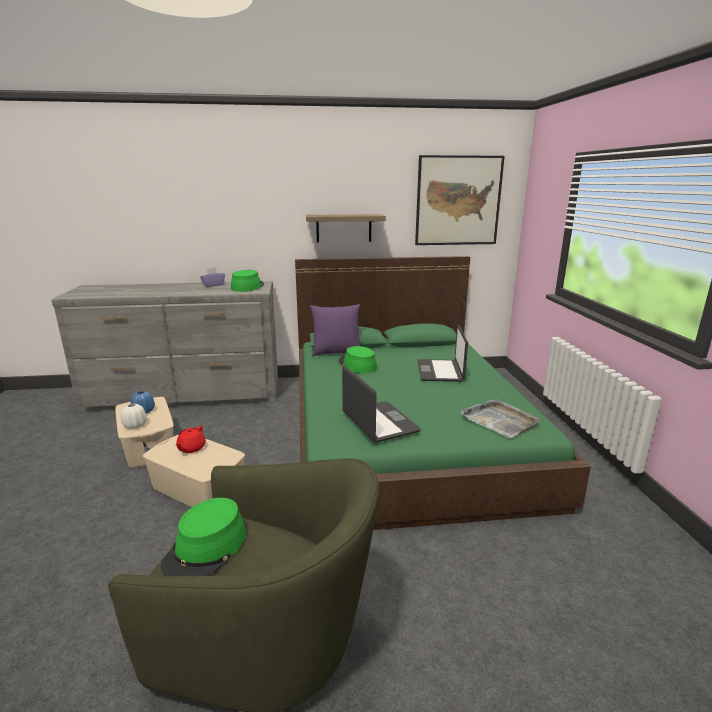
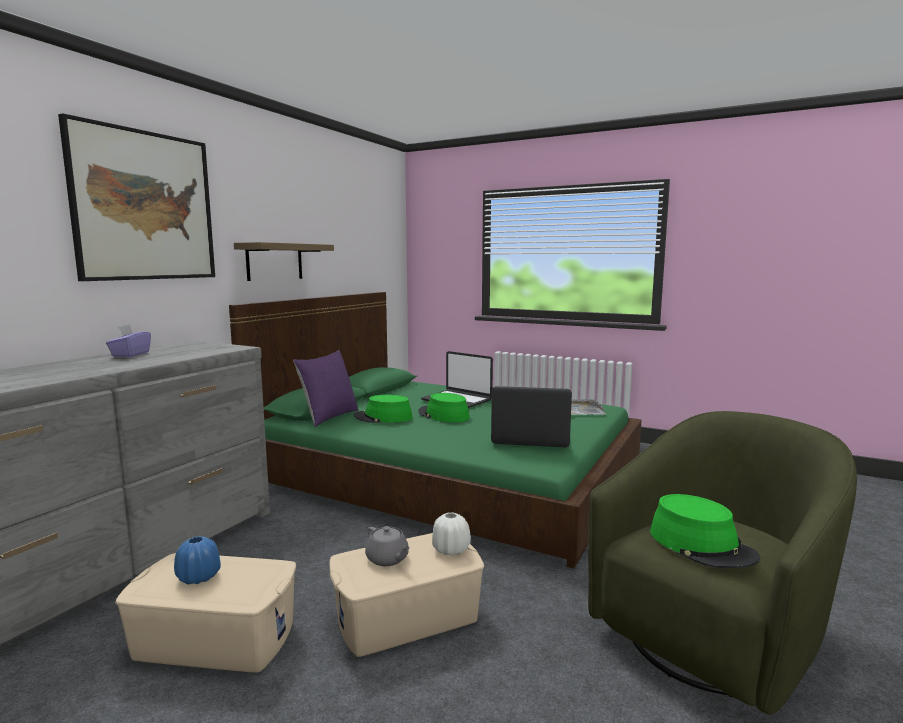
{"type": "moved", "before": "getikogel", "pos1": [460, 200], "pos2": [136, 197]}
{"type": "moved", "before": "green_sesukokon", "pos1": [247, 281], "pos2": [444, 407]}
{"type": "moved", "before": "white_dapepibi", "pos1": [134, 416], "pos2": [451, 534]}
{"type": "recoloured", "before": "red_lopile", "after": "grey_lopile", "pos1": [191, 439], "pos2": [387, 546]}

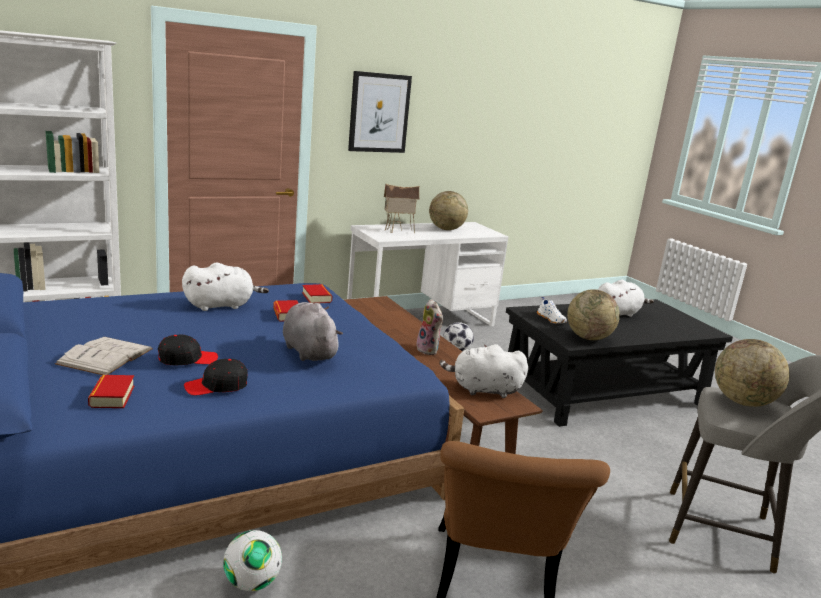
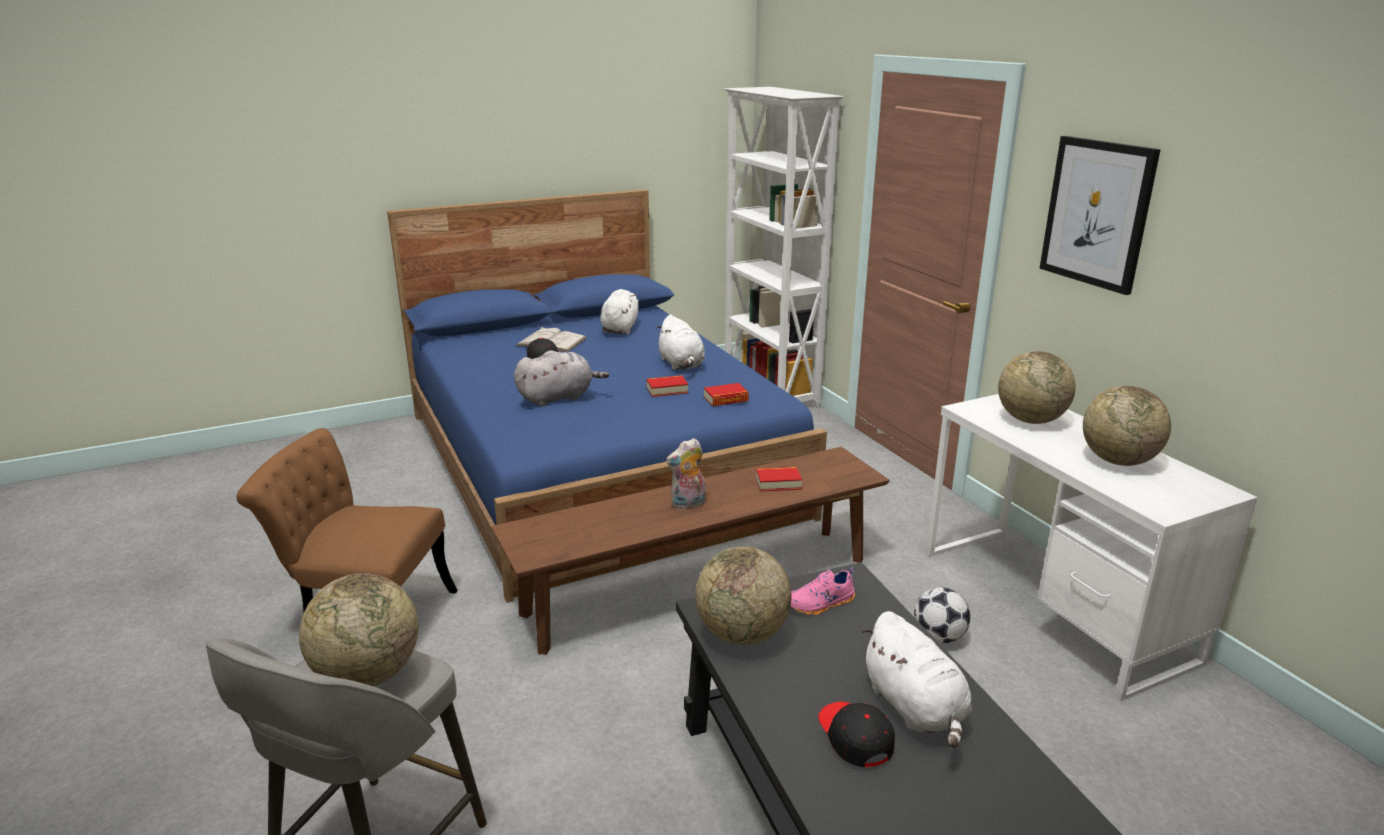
{"type": "replaced", "before": "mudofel", "after": "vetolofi", "pos1": [401, 208], "pos2": [1037, 387]}
{"type": "recoloured", "before": "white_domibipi", "after": "pink_domibipi", "pos1": [552, 310], "pos2": [822, 591]}
{"type": "moved", "before": "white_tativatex", "pos1": [484, 371], "pos2": [619, 312]}
{"type": "moved", "before": "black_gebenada", "pos1": [216, 377], "pos2": [856, 734]}
{"type": "moved", "before": "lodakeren", "pos1": [111, 391], "pos2": [779, 479]}
{"type": "removed", "before": "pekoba", "pos1": [252, 560]}

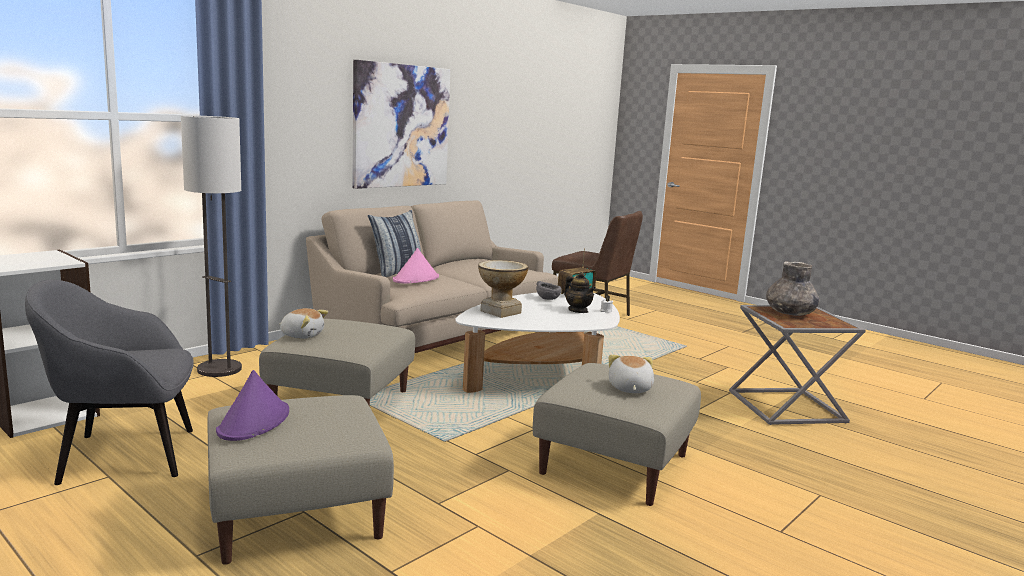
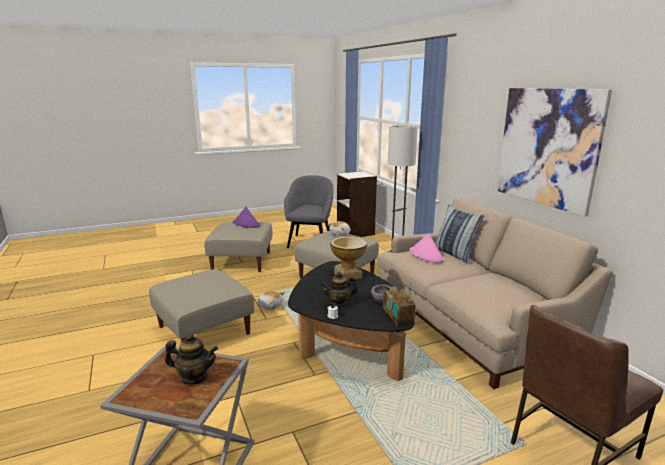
{"type": "replaced", "before": "grey_dapepibi", "after": "lopile", "pos1": [792, 288], "pos2": [191, 359]}
{"type": "recoloured", "before": "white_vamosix", "after": "black_vamosix", "pos1": [537, 343], "pos2": [351, 321]}
{"type": "moved", "before": "tativatex", "pos1": [631, 374], "pos2": [271, 300]}

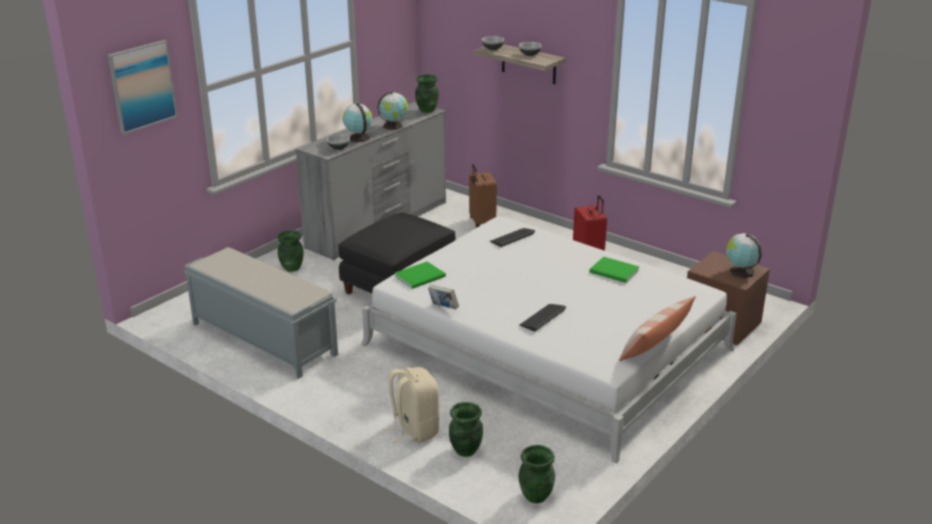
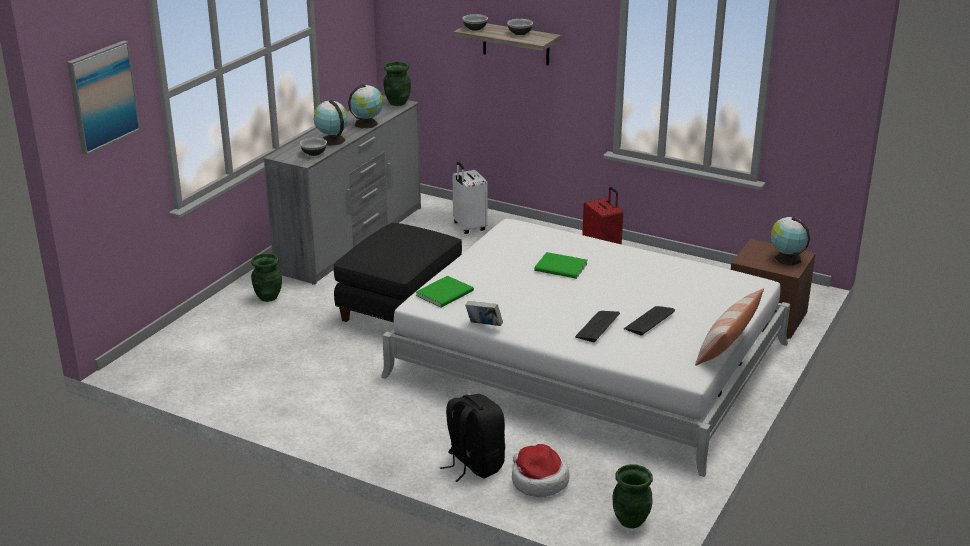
{"type": "recoloured", "before": "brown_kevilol", "after": "white_kevilol", "pos1": [483, 195], "pos2": [470, 198]}
{"type": "moved", "before": "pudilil", "pos1": [512, 237], "pos2": [649, 321]}
{"type": "removed", "before": "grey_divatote", "pos1": [260, 313]}
{"type": "moved", "before": "green_lodakeren", "pos1": [614, 270], "pos2": [561, 265]}
{"type": "recoloured", "before": "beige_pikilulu", "after": "black_pikilulu", "pos1": [411, 405], "pos2": [472, 438]}
{"type": "replaced", "before": "green_dapepibi", "after": "sesukokon", "pos1": [466, 429], "pos2": [540, 470]}

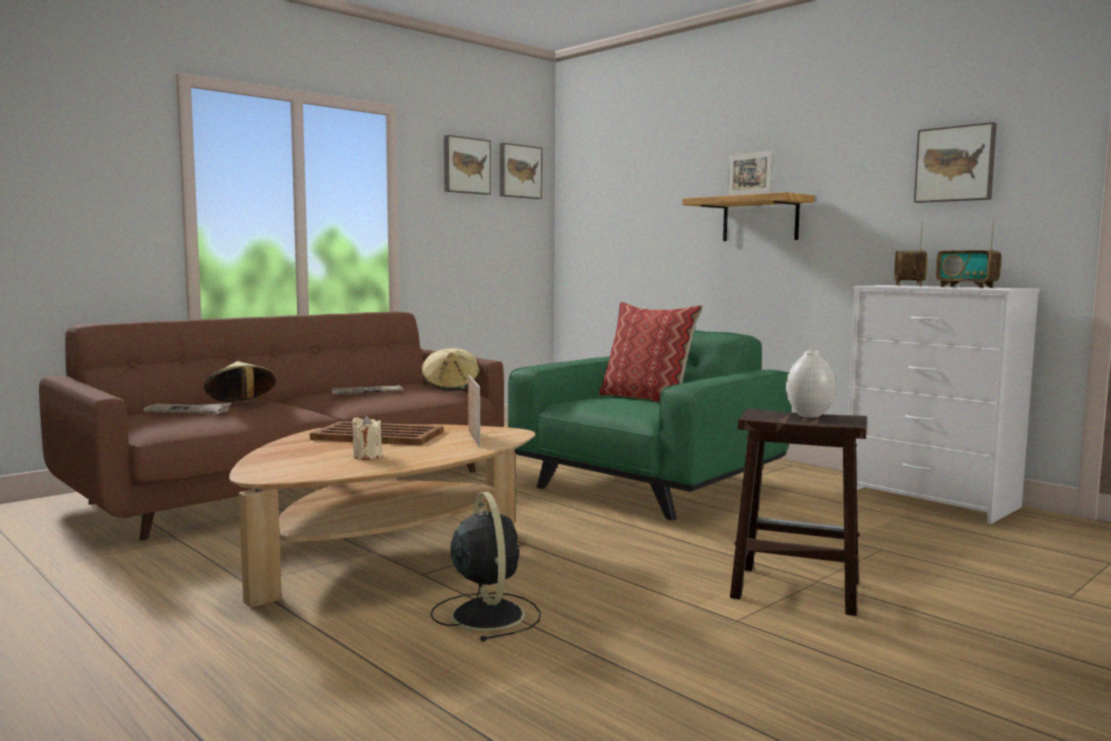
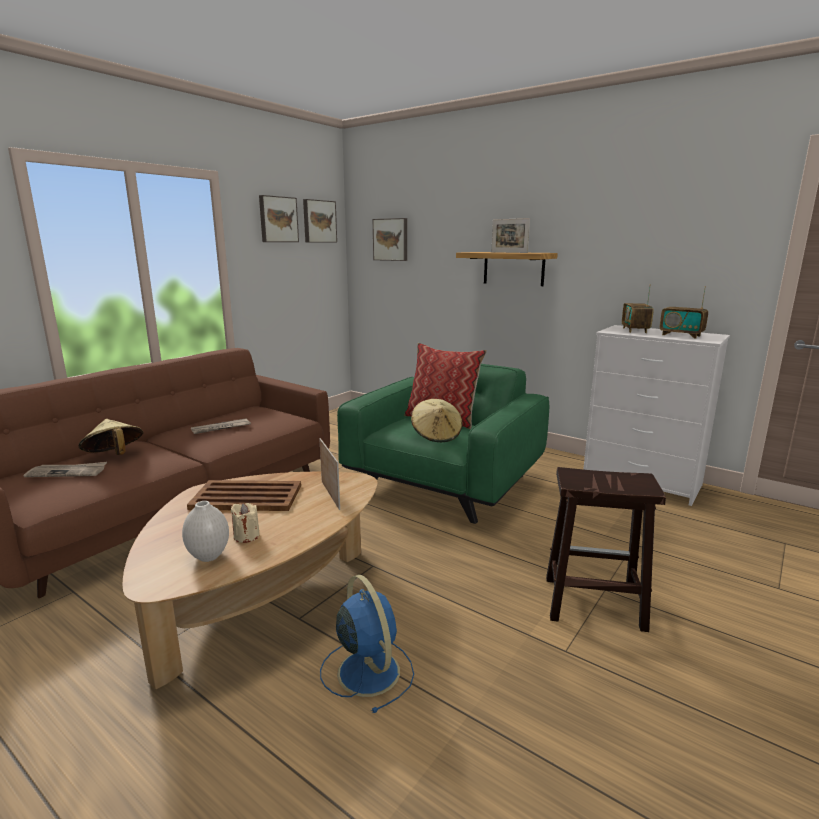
{"type": "moved", "before": "getikogel", "pos1": [955, 162], "pos2": [390, 239]}
{"type": "moved", "before": "beige_sesukokon", "pos1": [450, 369], "pos2": [437, 420]}
{"type": "moved", "before": "white_dapepibi", "pos1": [811, 384], "pos2": [205, 531]}
{"type": "recoloured", "before": "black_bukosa", "after": "blue_bukosa", "pos1": [485, 566], "pos2": [367, 644]}

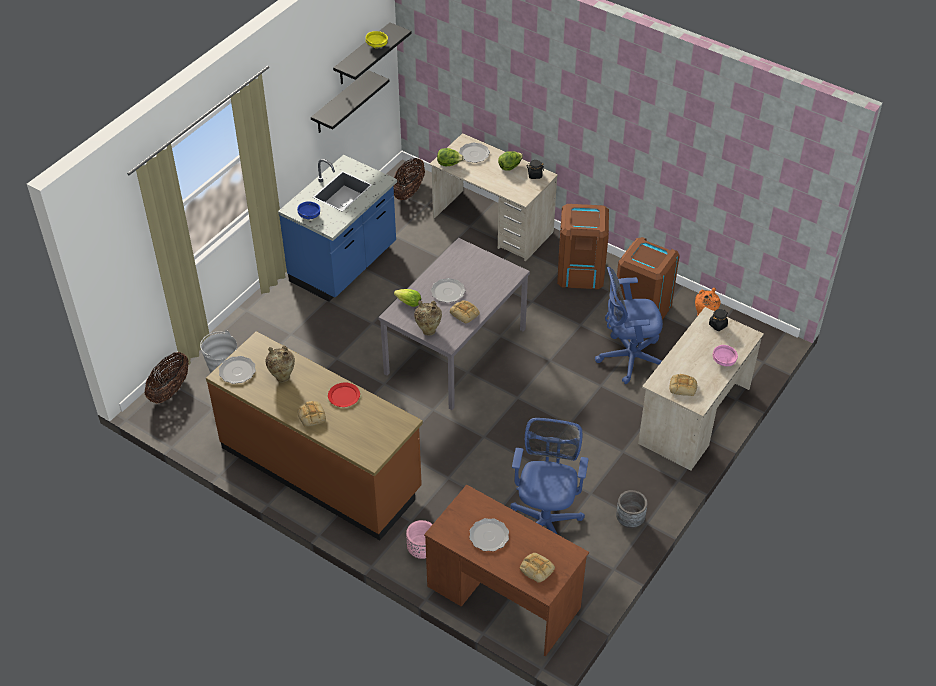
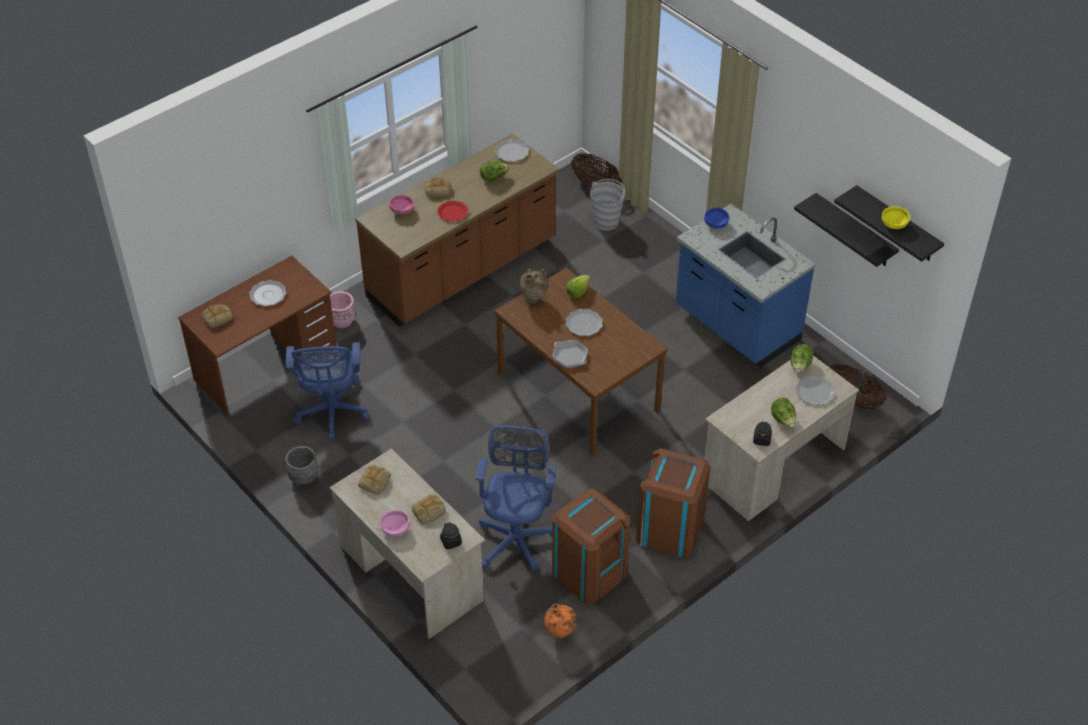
{"type": "recoloured", "before": "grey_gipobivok", "after": "brown_gipobivok", "pos1": [454, 324], "pos2": [580, 362]}
{"type": "moved", "before": "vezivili", "pos1": [465, 311], "pos2": [429, 509]}
{"type": "replaced", "before": "beige_dapepibi", "after": "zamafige", "pos1": [280, 363], "pos2": [494, 171]}
{"type": "turned", "before": "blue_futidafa", "pos1": [549, 476], "pos2": [328, 391], "turn": 60}
{"type": "added", "after": "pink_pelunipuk", "pos2": [401, 205]}
{"type": "added", "after": "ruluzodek", "pos2": [570, 354]}

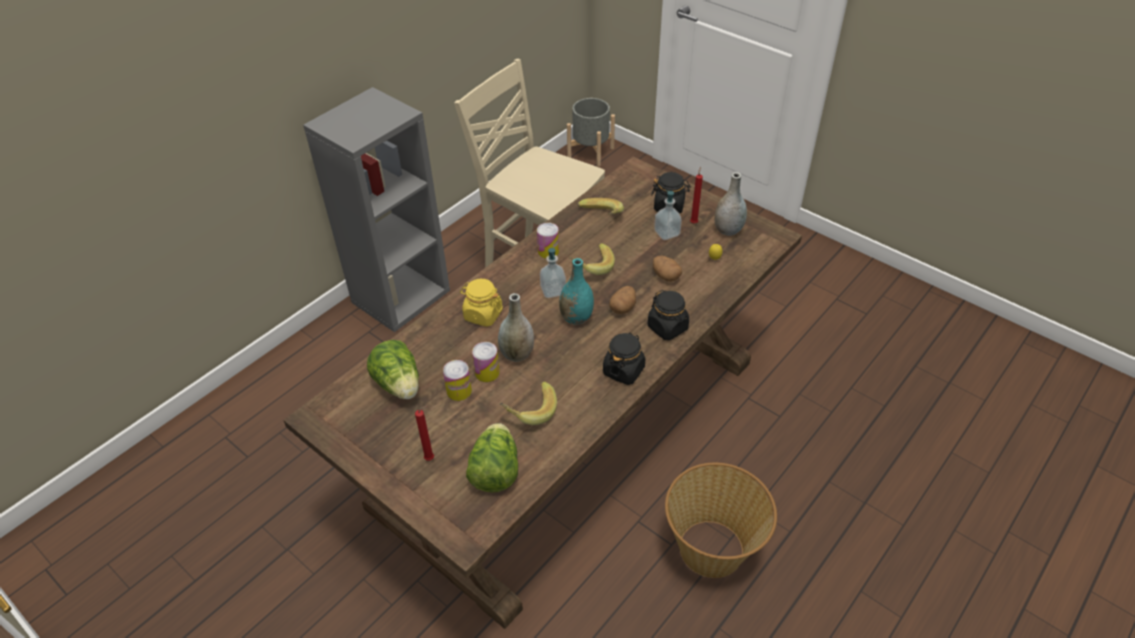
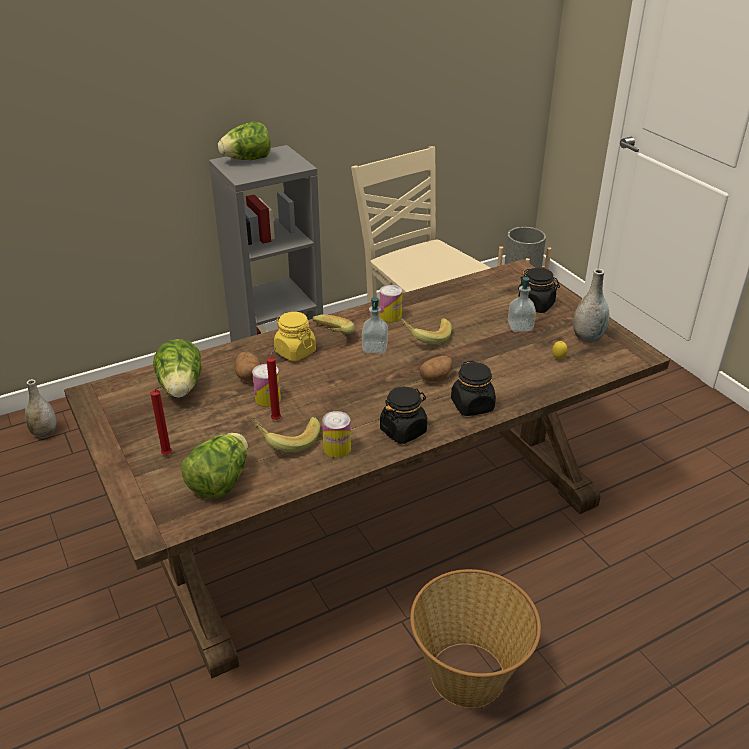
{"type": "moved", "before": "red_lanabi", "pos1": [696, 195], "pos2": [274, 384]}
{"type": "moved", "before": "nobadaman", "pos1": [600, 206], "pos2": [333, 324]}
{"type": "moved", "before": "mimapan", "pos1": [667, 269], "pos2": [248, 366]}
{"type": "removed", "before": "turquoise_dapepibi", "pos1": [576, 291]}
{"type": "moved", "before": "grey_dapepibi", "pos1": [516, 327], "pos2": [40, 408]}
{"type": "moved", "before": "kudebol", "pos1": [457, 380], "pos2": [336, 434]}
{"type": "added", "after": "zamafige", "pos2": [244, 140]}

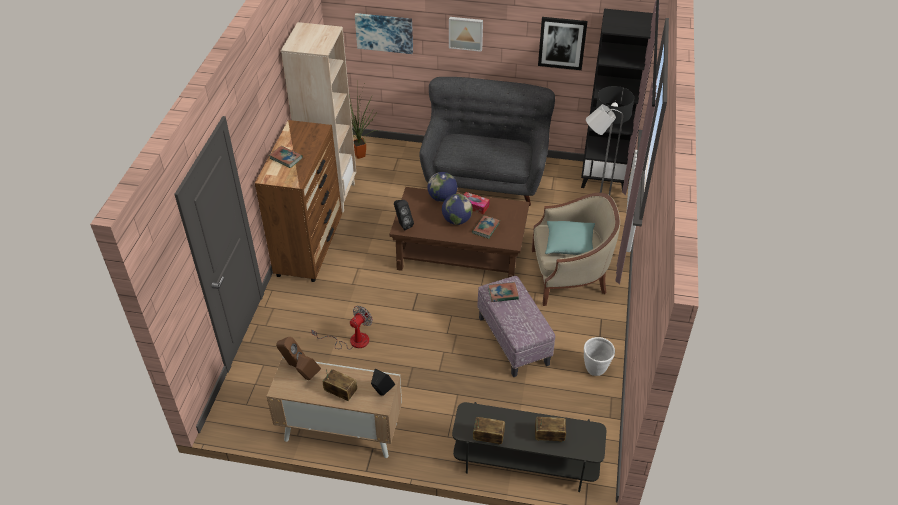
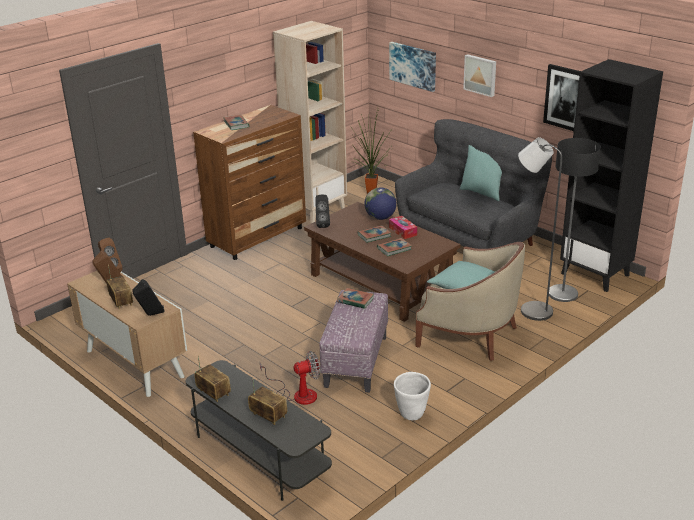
{"type": "replaced", "before": "vetolofi", "after": "lodakeren", "pos1": [457, 209], "pos2": [374, 234]}
{"type": "moved", "before": "bukosa", "pos1": [342, 328], "pos2": [290, 378]}
{"type": "added", "after": "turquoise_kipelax", "pos2": [480, 173]}

